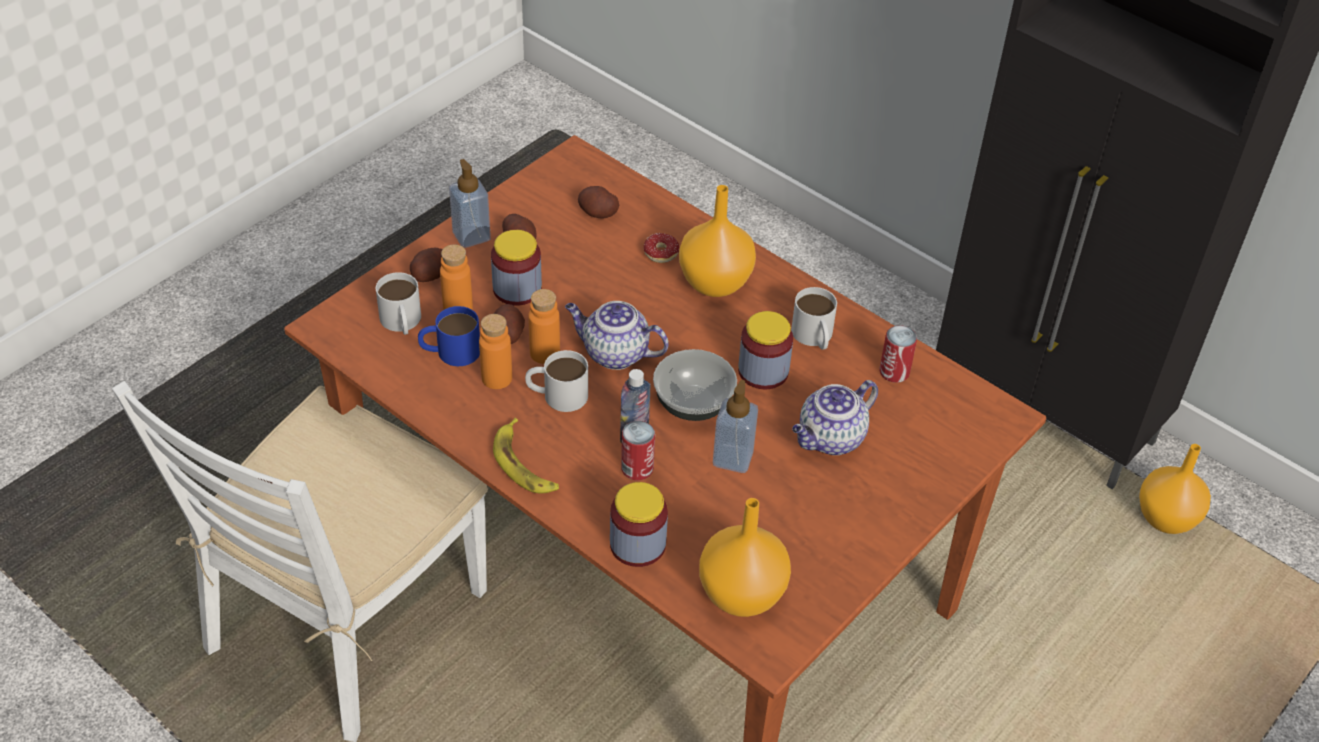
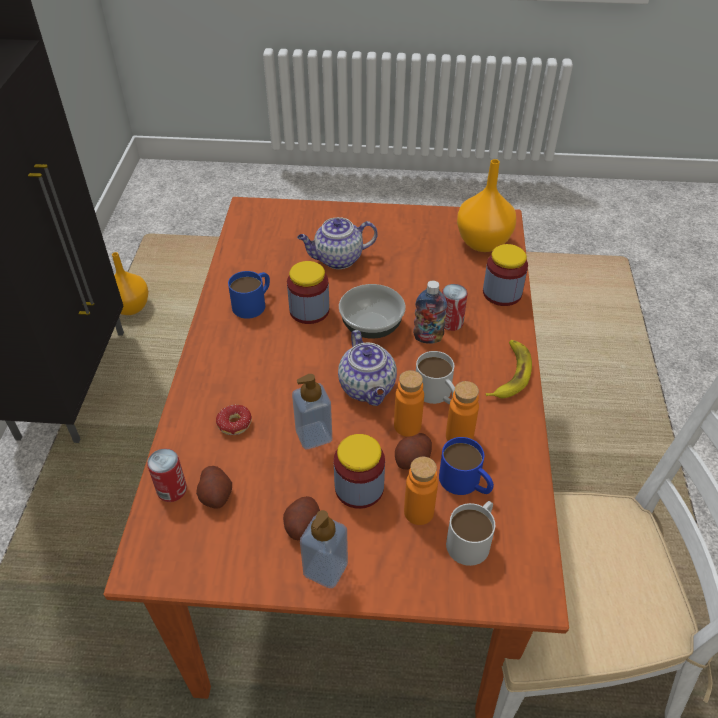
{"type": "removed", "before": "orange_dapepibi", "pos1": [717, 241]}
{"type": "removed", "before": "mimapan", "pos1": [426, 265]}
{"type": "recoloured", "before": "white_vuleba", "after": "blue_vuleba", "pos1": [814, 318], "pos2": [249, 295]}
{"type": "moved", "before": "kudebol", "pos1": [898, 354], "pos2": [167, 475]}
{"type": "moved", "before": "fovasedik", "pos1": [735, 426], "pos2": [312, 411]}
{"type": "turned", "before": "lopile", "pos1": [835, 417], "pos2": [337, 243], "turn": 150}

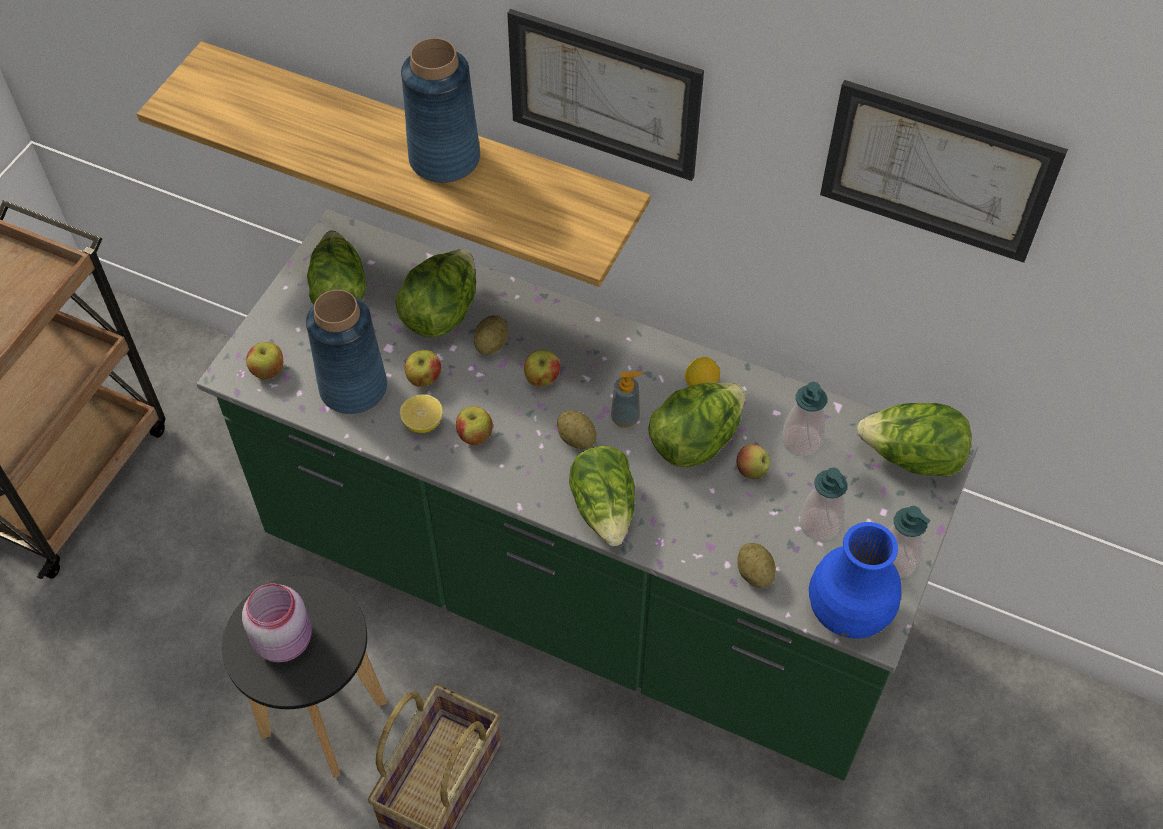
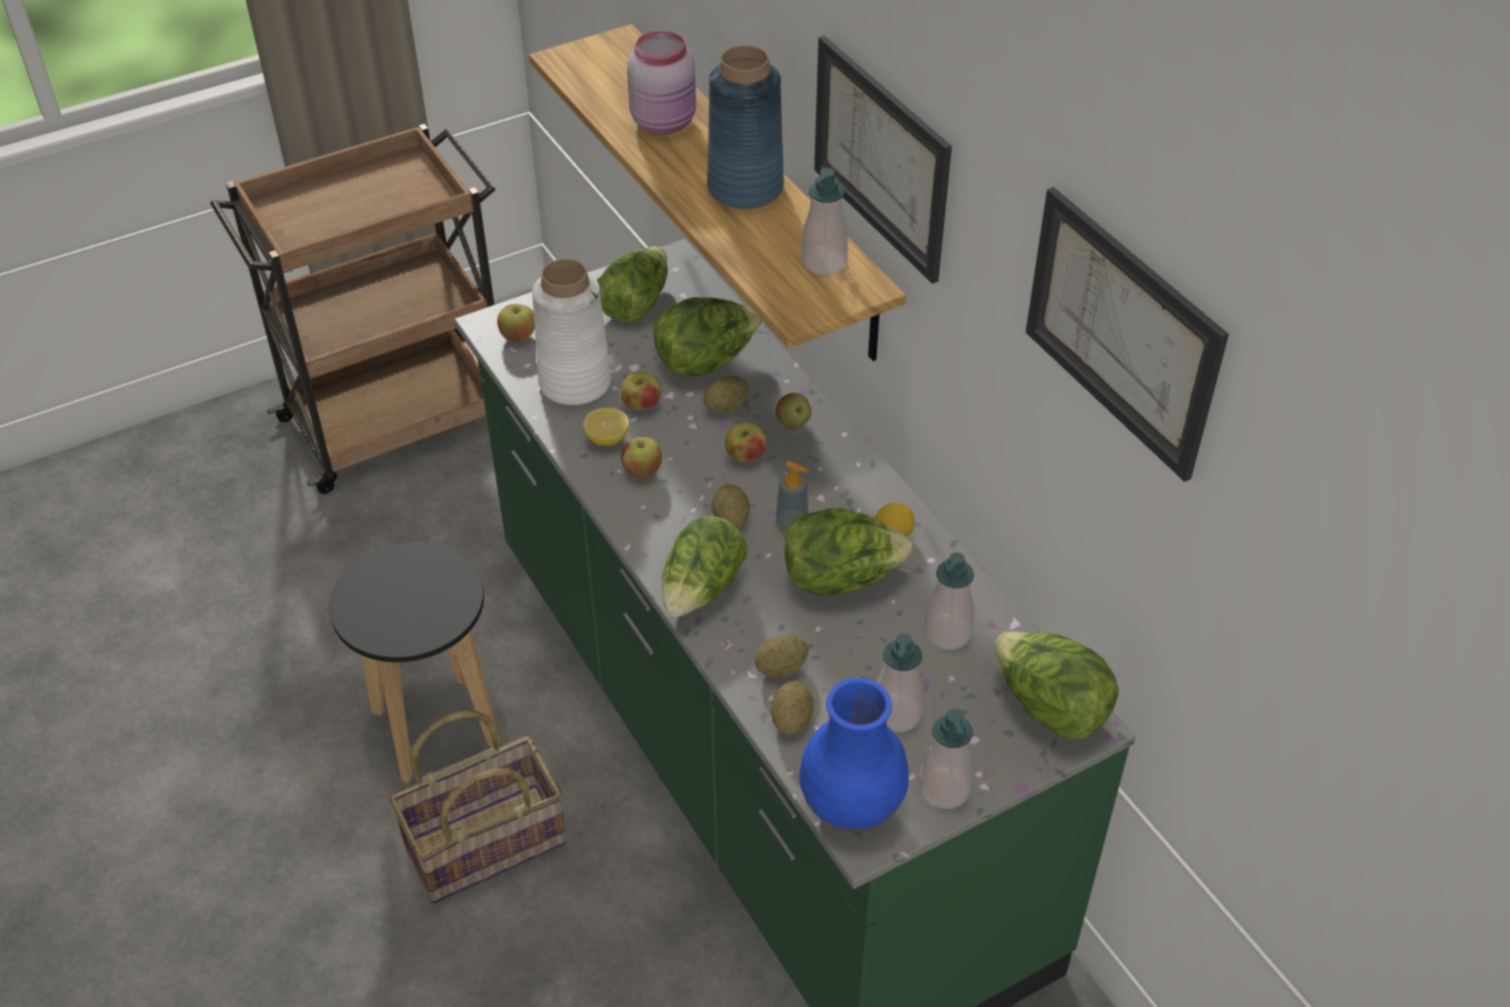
{"type": "recoloured", "before": "blue_dapepibi", "after": "white_dapepibi", "pos1": [346, 352], "pos2": [571, 332]}
{"type": "moved", "before": "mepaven", "pos1": [753, 461], "pos2": [793, 411]}
{"type": "moved", "before": "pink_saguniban", "pos1": [277, 622], "pos2": [661, 82]}
{"type": "added", "after": "fovasedik", "pos2": [824, 221]}
{"type": "added", "after": "mimapan", "pos2": [781, 655]}

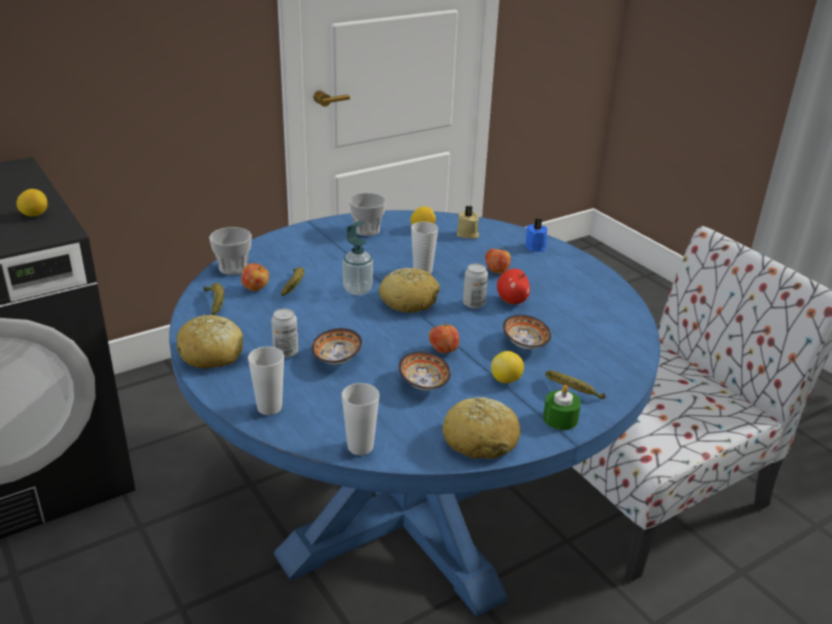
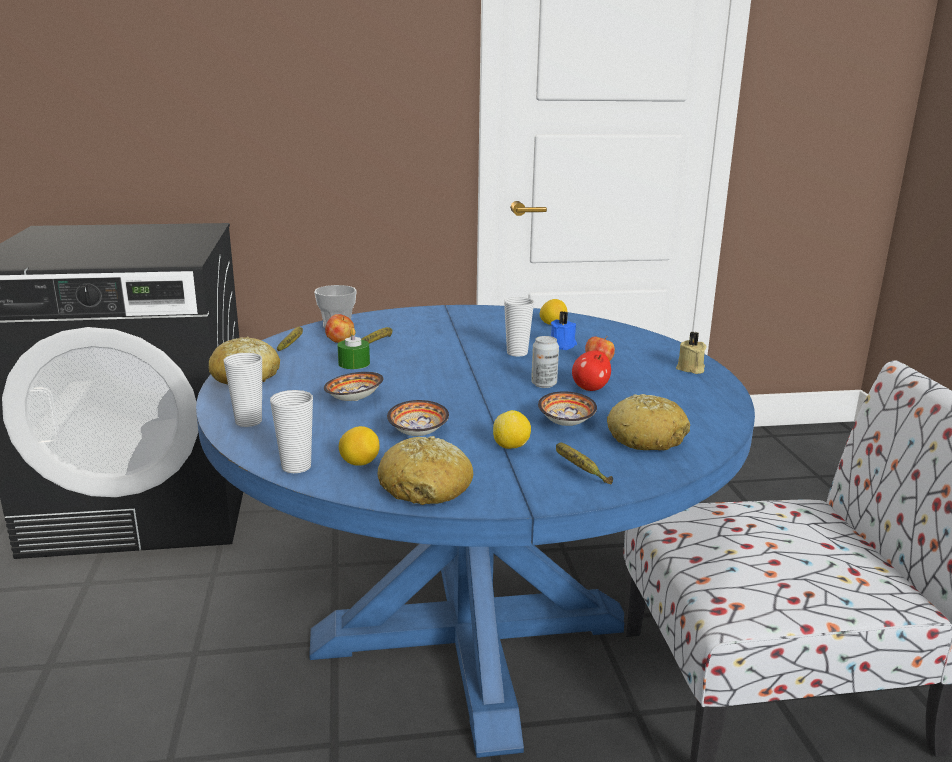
{"type": "moved", "before": "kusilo", "pos1": [32, 203], "pos2": [359, 446]}
{"type": "removed", "before": "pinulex", "pos1": [367, 214]}
{"type": "moved", "before": "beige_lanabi", "pos1": [468, 222], "pos2": [691, 353]}
{"type": "moved", "before": "blue_lanabi", "pos1": [537, 235], "pos2": [564, 330]}
{"type": "removed", "before": "fovasedik", "pos1": [358, 258]}
{"type": "moved", "before": "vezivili", "pos1": [409, 290], "pos2": [648, 422]}
{"type": "removed", "before": "kudebol", "pos1": [284, 333]}
{"type": "removed", "before": "mepaven", "pos1": [444, 337]}
{"type": "moved", "before": "green_lanabi", "pos1": [562, 407], "pos2": [353, 348]}

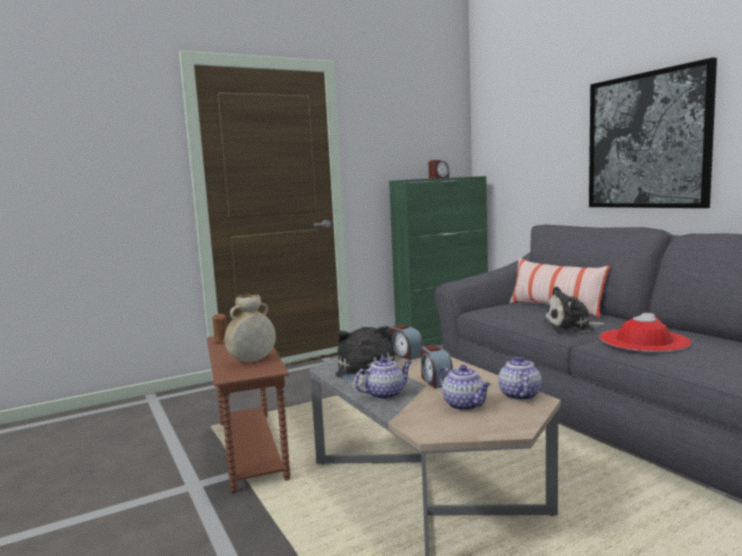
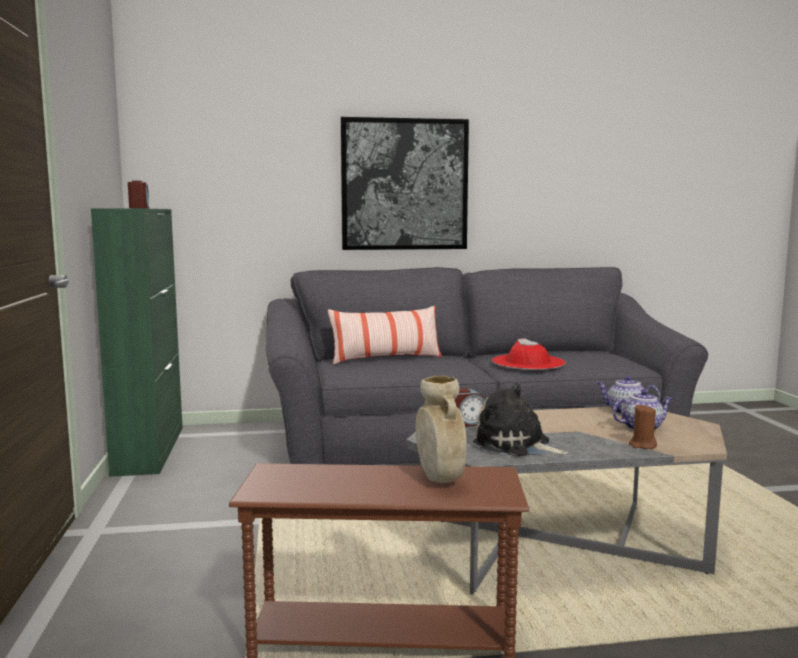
{"type": "removed", "before": "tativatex", "pos1": [574, 309]}
{"type": "moved", "before": "brown_lanabi", "pos1": [219, 328], "pos2": [643, 426]}
{"type": "removed", "before": "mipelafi", "pos1": [437, 367]}
{"type": "removed", "before": "lopile", "pos1": [383, 378]}

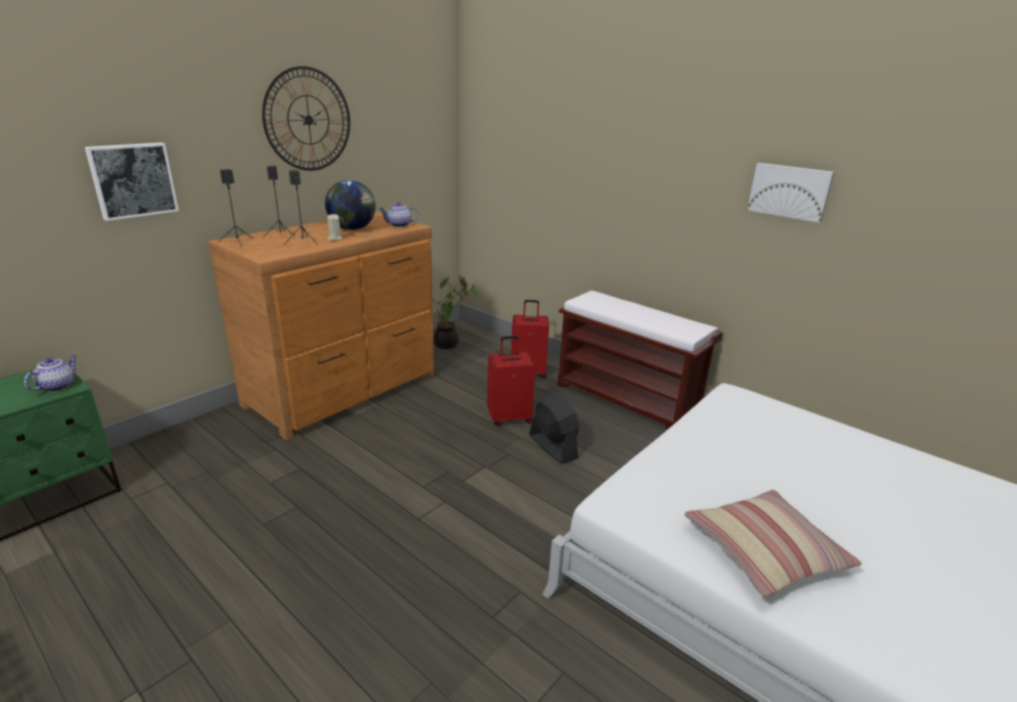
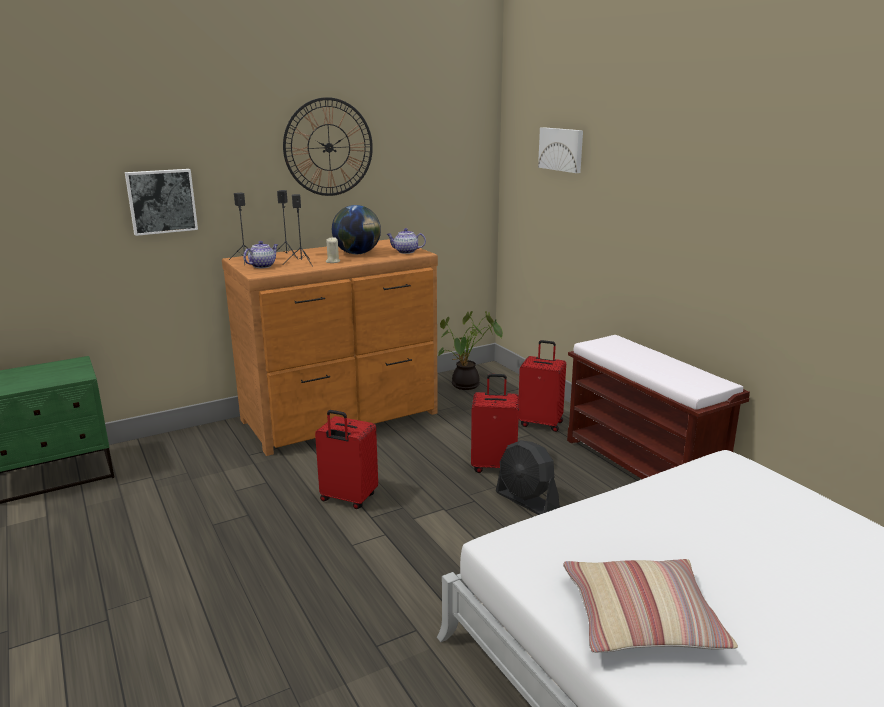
{"type": "moved", "before": "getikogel", "pos1": [791, 193], "pos2": [560, 150]}
{"type": "moved", "before": "lopile", "pos1": [50, 373], "pos2": [260, 254]}
{"type": "turned", "before": "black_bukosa", "pos1": [554, 428], "pos2": [528, 477], "turn": 150}
{"type": "added", "after": "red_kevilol", "pos2": [346, 459]}

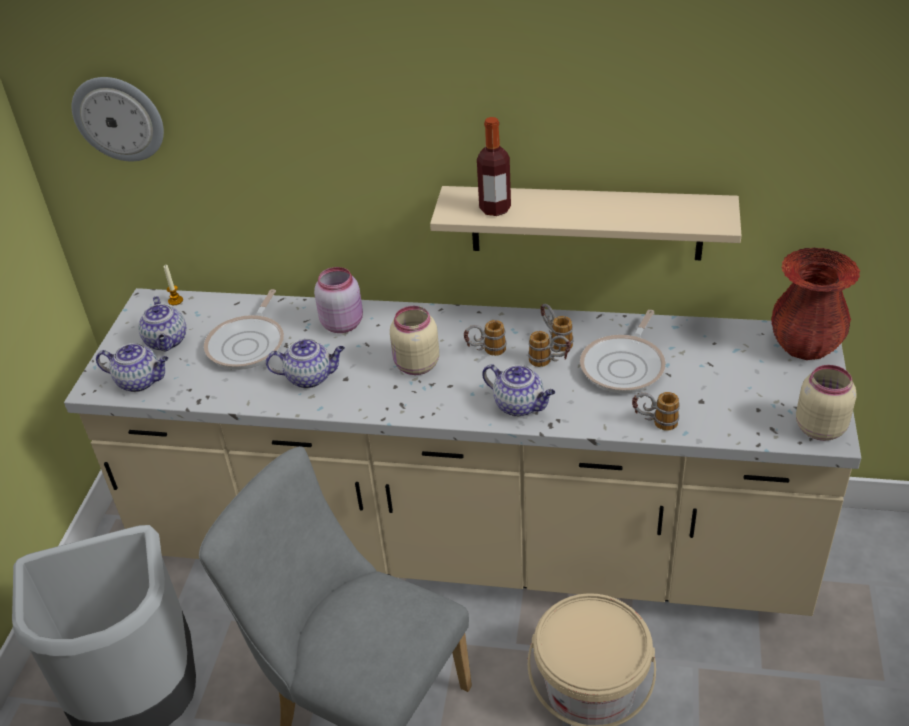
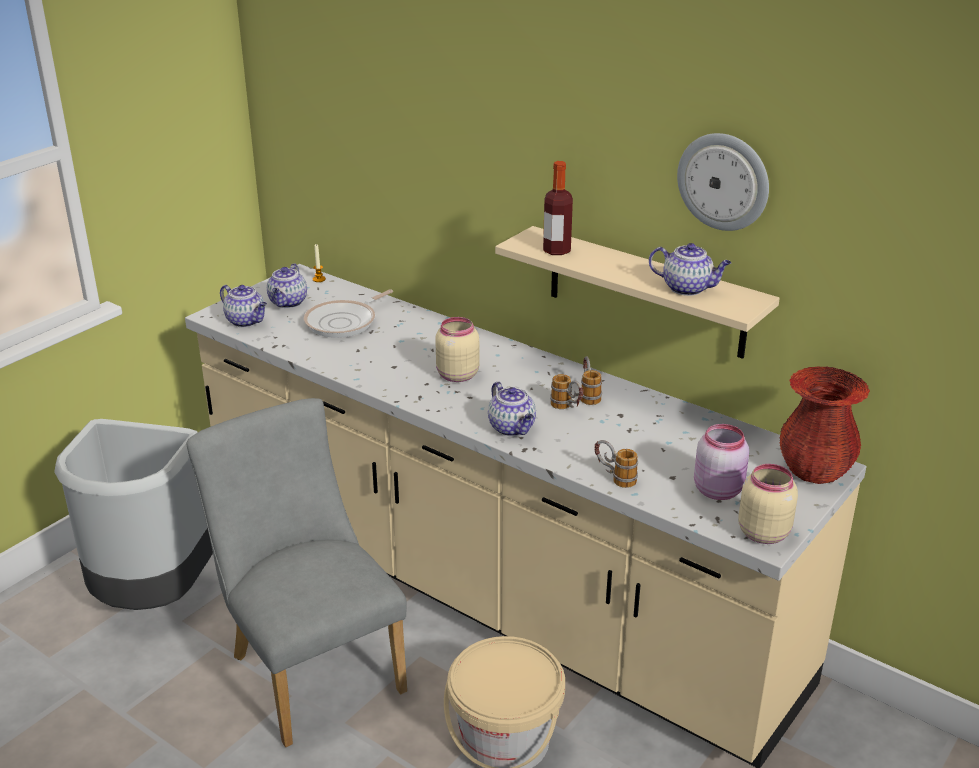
{"type": "moved", "before": "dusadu", "pos1": [118, 119], "pos2": [723, 182]}
{"type": "moved", "before": "pink_saguniban", "pos1": [338, 300], "pos2": [721, 462]}
{"type": "removed", "before": "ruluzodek", "pos1": [623, 351]}
{"type": "removed", "before": "vuleba", "pos1": [485, 338]}
{"type": "moved", "before": "lopile", "pos1": [305, 363], "pos2": [690, 269]}

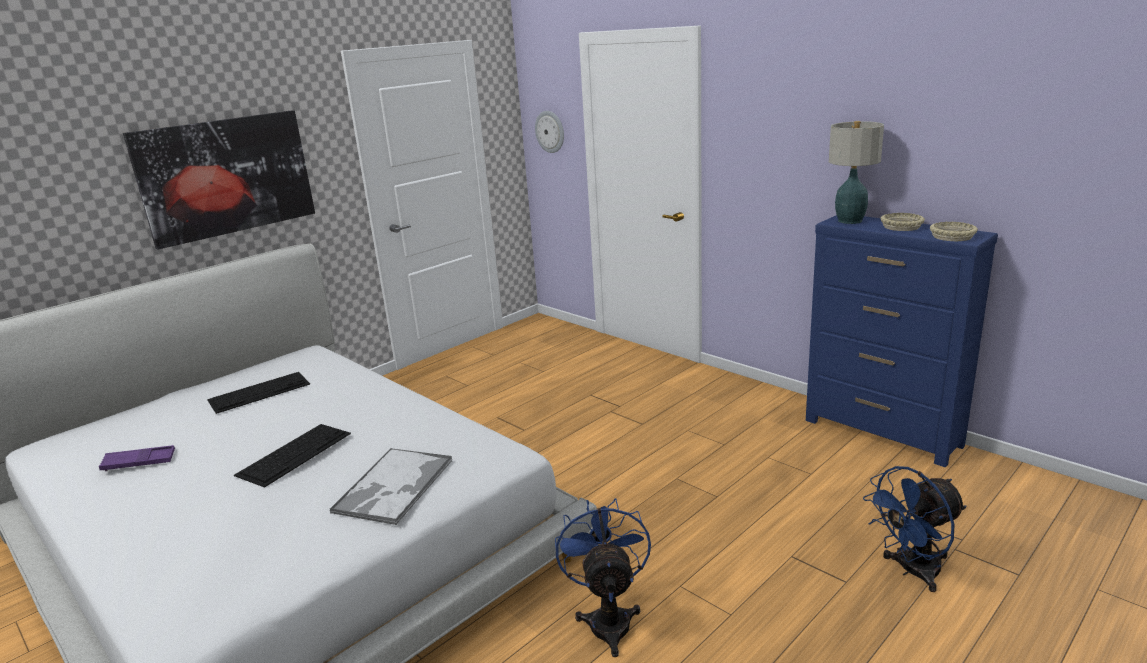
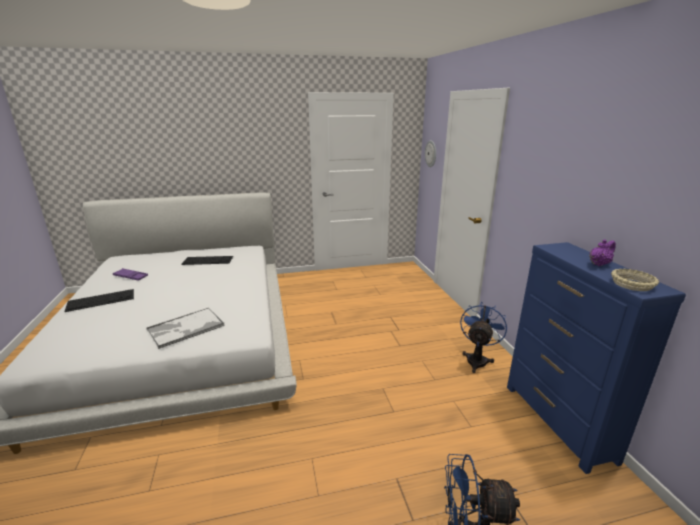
{"type": "removed", "before": "getikogel", "pos1": [219, 180]}
{"type": "removed", "before": "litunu", "pos1": [856, 172]}
{"type": "replaced", "before": "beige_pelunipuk", "after": "purple_lopile", "pos1": [902, 222], "pos2": [602, 252]}
{"type": "moved", "before": "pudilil", "pos1": [292, 456], "pos2": [99, 300]}
{"type": "moved", "before": "blue_bukosa", "pos1": [603, 577], "pos2": [483, 337]}

